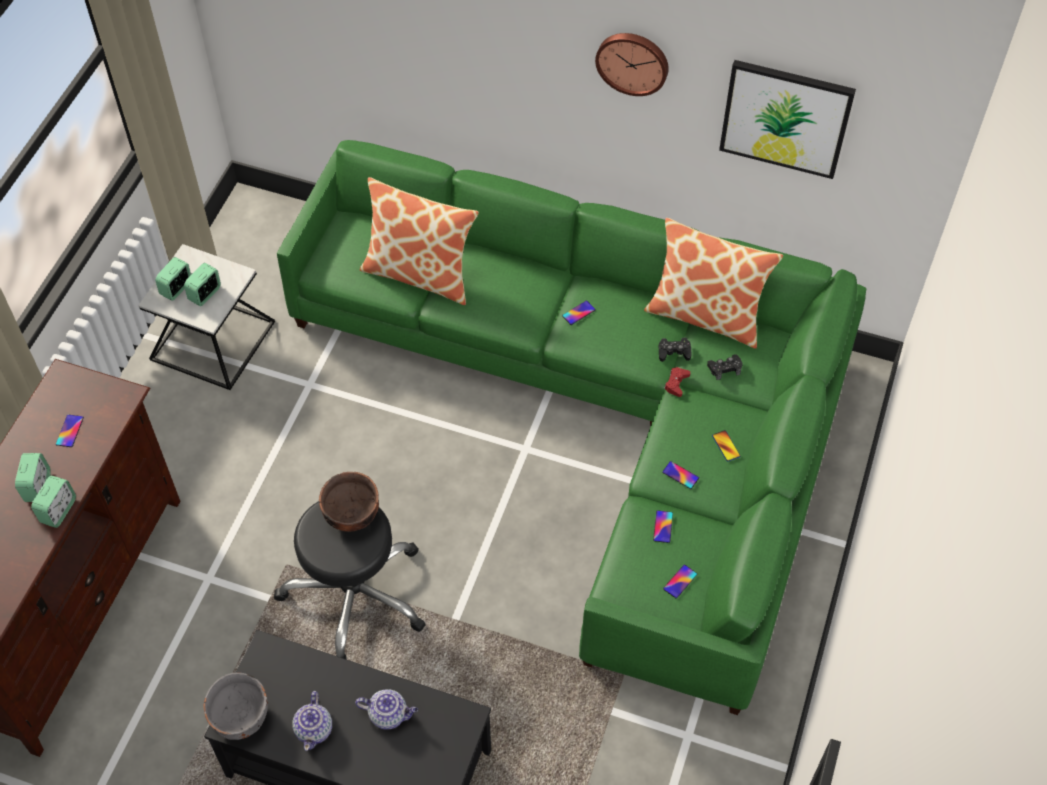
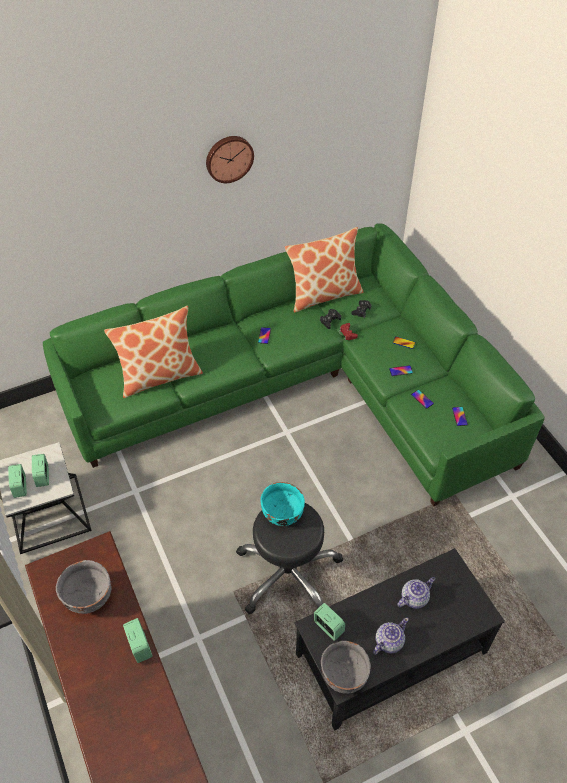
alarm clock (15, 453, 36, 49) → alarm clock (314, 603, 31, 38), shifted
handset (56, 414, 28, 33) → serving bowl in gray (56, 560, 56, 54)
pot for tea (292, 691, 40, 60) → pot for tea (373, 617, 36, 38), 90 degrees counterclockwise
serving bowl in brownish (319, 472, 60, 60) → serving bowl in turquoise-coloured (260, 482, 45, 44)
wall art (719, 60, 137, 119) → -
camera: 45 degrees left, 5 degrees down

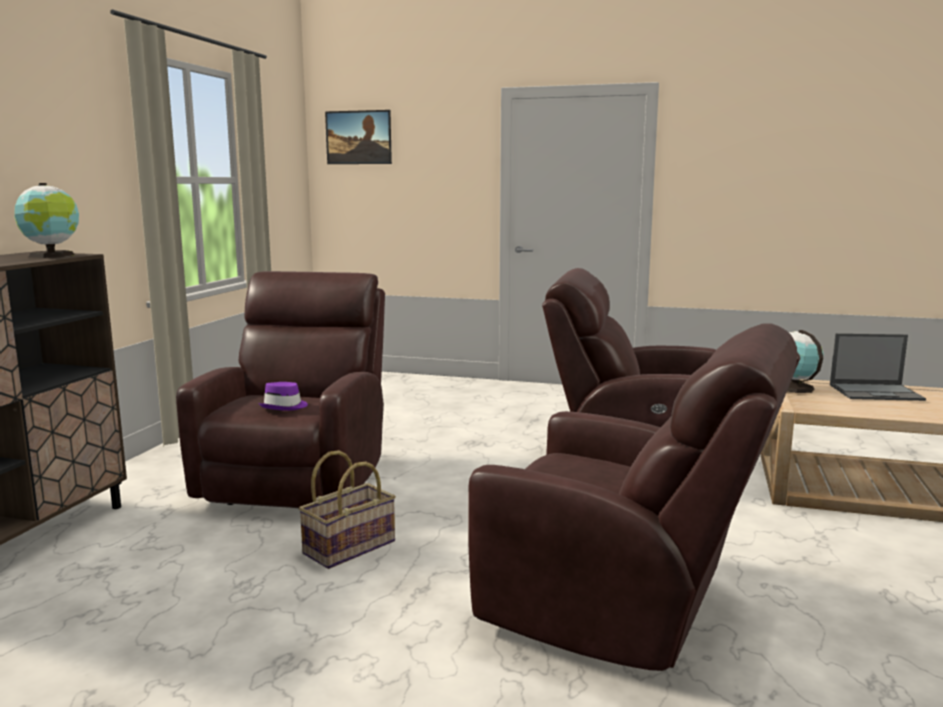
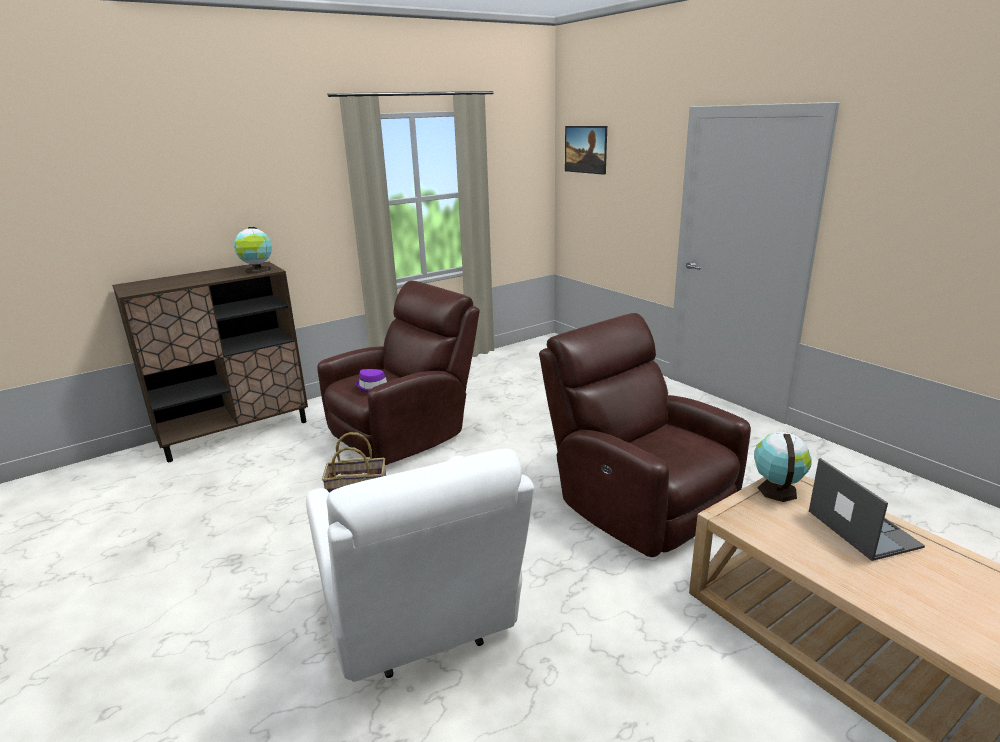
lounge chair in brownish (468, 323, 332, 348) → lounge chair in white (306, 449, 228, 233)
laptop (830, 333, 96, 68) → laptop (809, 458, 116, 103), 150 degrees counterclockwise
camera: 40 degrees right, 10 degrees up

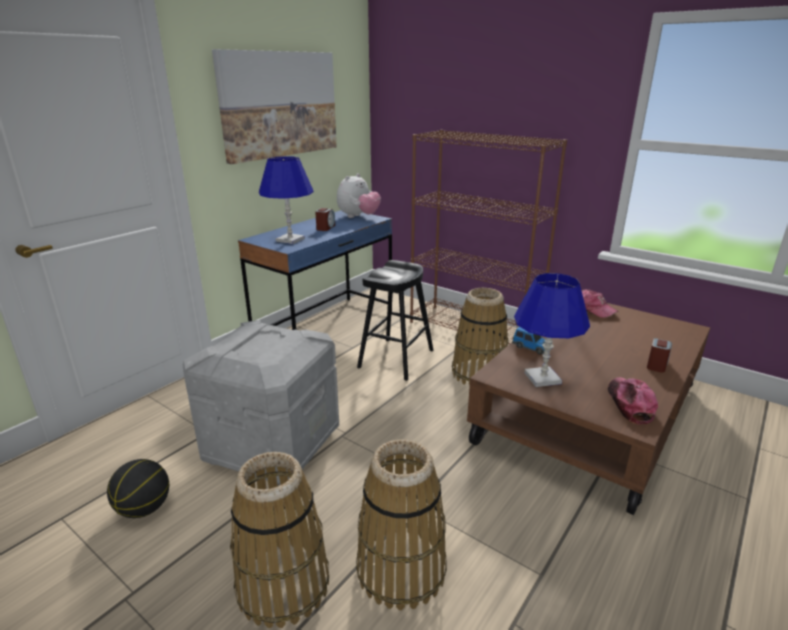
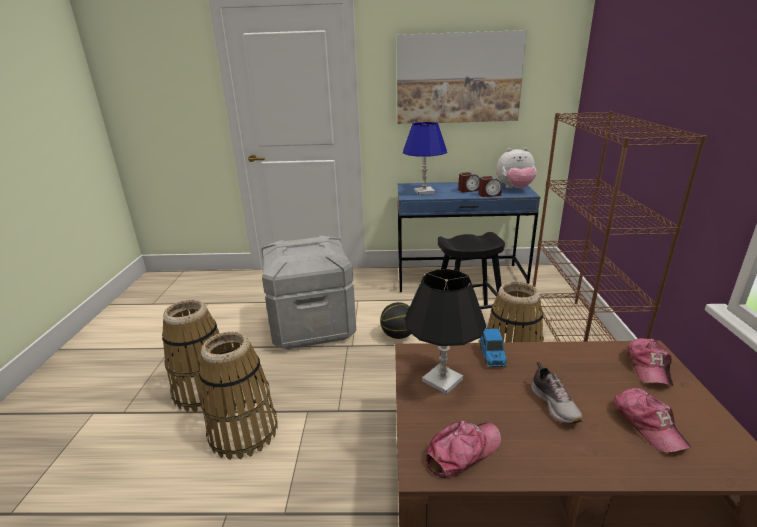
ball for basketball (107, 459, 62, 59) → ball for basketball (380, 302, 31, 37), shifted
tabletop lamp in bluish (514, 273, 76, 114) → tabletop lamp in blackish (405, 269, 81, 125)
alarm clock (647, 338, 25, 35) → alarm clock (479, 176, 23, 21), shifted
- → item of footwear (531, 362, 52, 61)
- → cap (614, 388, 77, 64)
camera: 55 degrees right, 0 degrees up

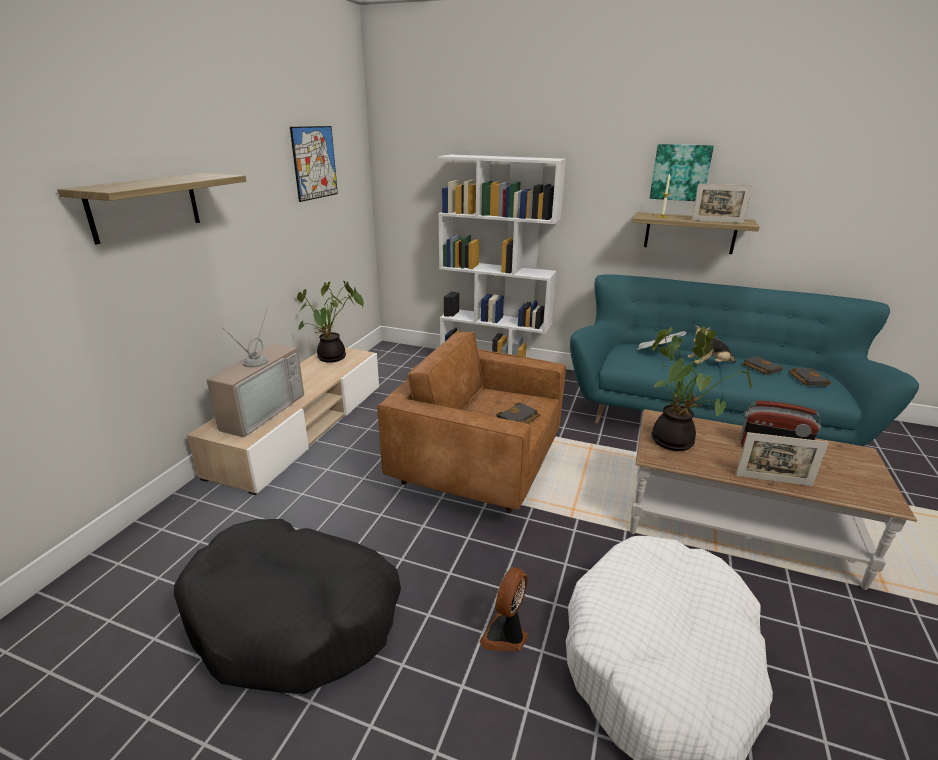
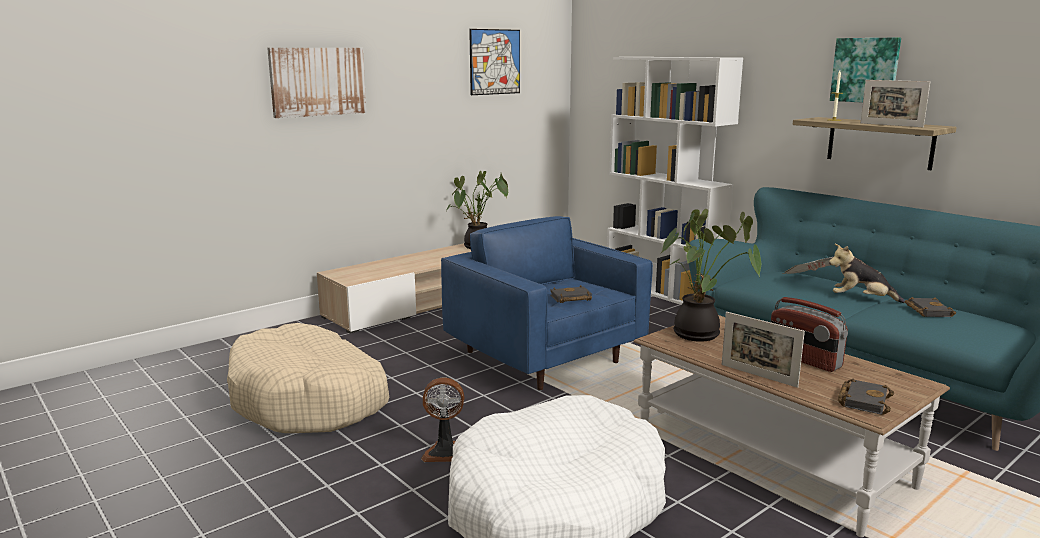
shelf (57, 173, 189, 72) → wall art (267, 48, 99, 70)
dog bed in blackish (174, 519, 227, 175) → dog bed in beige-coloured (227, 323, 162, 110)
television (207, 308, 97, 129) → -
lounge chair in brownish (377, 332, 189, 181) → lounge chair in bluish (441, 216, 212, 175)
electric fan (479, 567, 49, 84) → electric fan (421, 378, 43, 84), 150 degrees counterclockwise
volume in blackish (789, 368, 42, 18) → volume in blackish (838, 379, 56, 36), shifted
camera: 30 degrees right, 10 degrees down

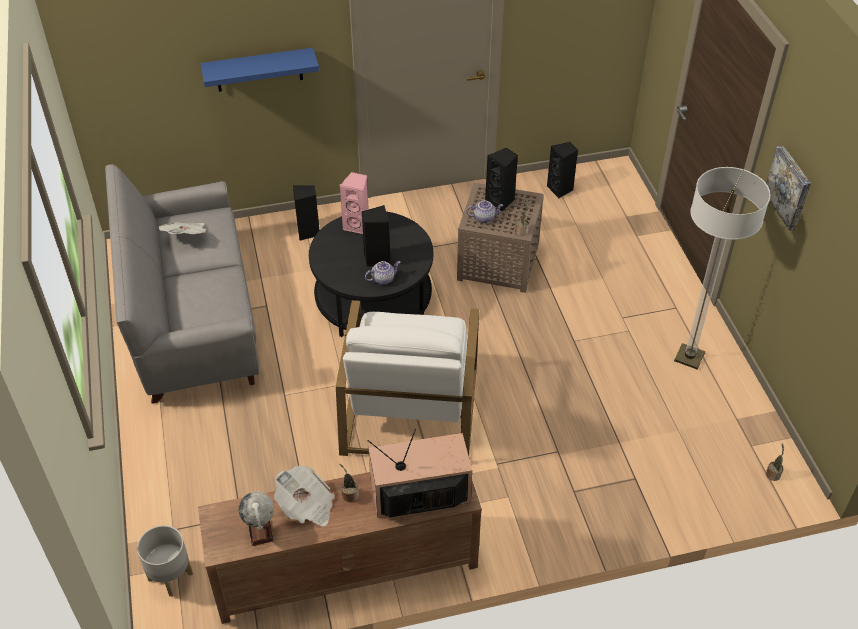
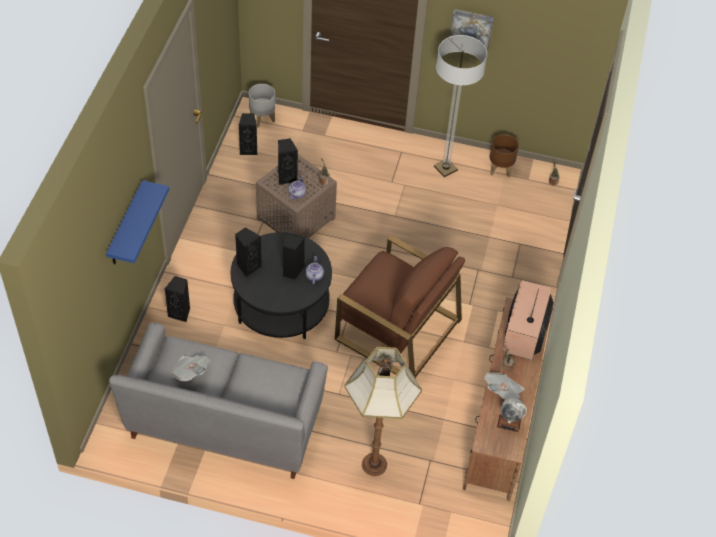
plant pot in gray (137, 525, 56, 71) → plant pot in gray (249, 84, 26, 43), shifted
lounge chair in white (336, 300, 143, 156) → lounge chair in brownish (335, 235, 130, 144)
speaker in pink-coloured (340, 172, 29, 62) → speaker in blackish (235, 227, 26, 50)
- → floor lamp (344, 347, 78, 129)
- → plant pot in brownish (490, 134, 29, 43)
camera: 65 degrees left, 5 degrees up

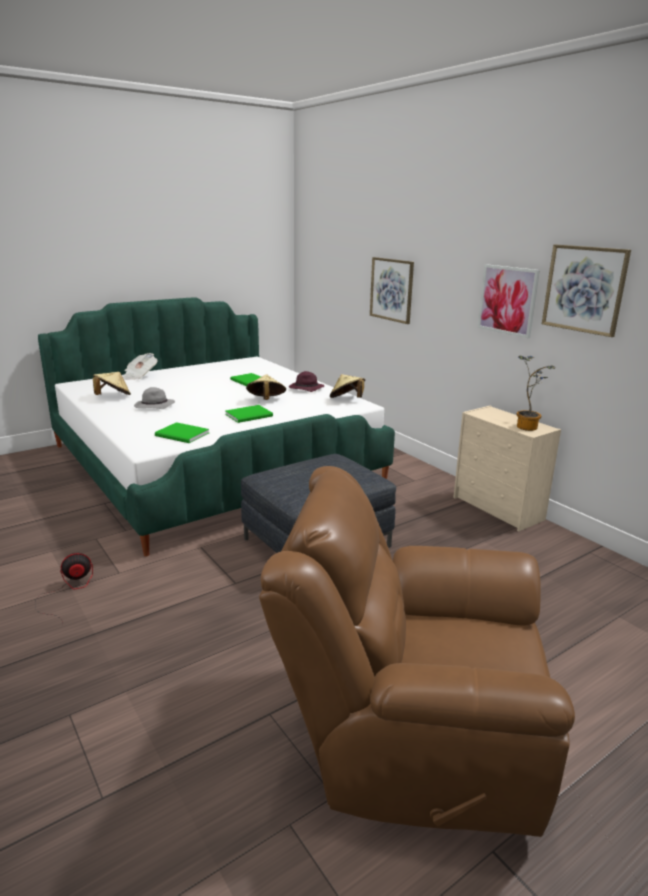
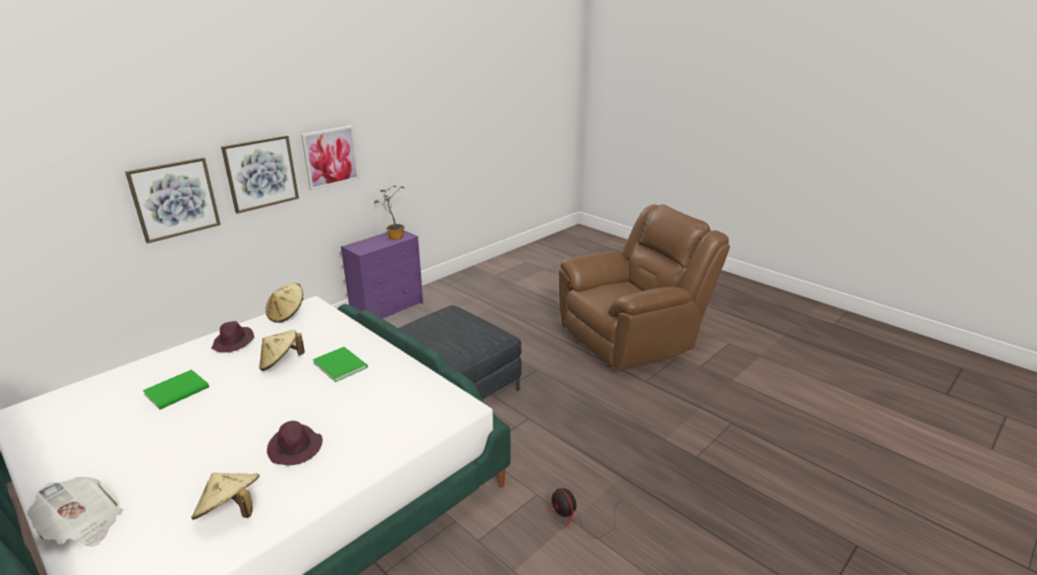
hat in gray (134, 387, 41, 22) → hat in purple-coloured (267, 421, 56, 44)
volume in green (155, 422, 54, 21) → -
lounge chair in brownish (259, 466, 316, 371) → lounge chair in brownish (559, 204, 171, 166), 120 degrees counterclockwise
drawer chest in beige-coloured (453, 406, 108, 125) → drawer chest in purple-coloured (341, 230, 82, 89)
wall art (542, 245, 89, 92) → wall art (221, 135, 78, 79), shifted
camera: 100 degrees left, 5 degrees up

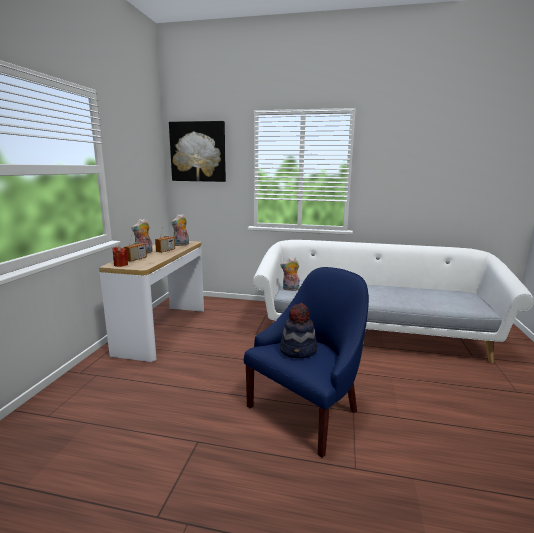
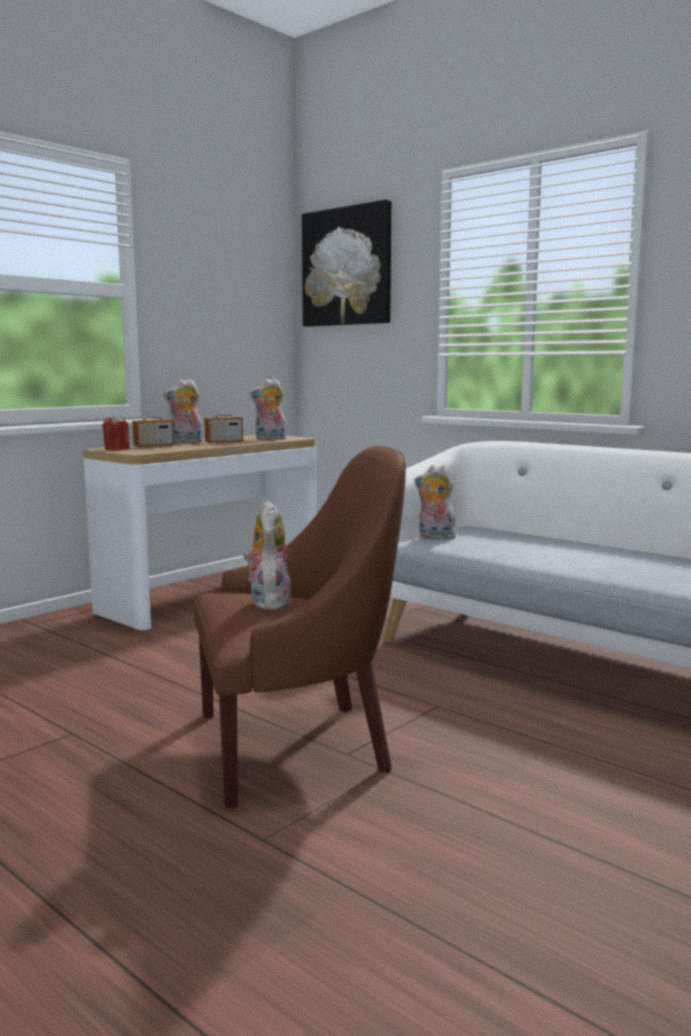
lounge chair in bluish (244, 267, 125, 191) → lounge chair in brownish (194, 446, 212, 362)
hat (280, 303, 38, 55) → soft toy (244, 501, 48, 109)
camera: 30 degrees right, 5 degrees down

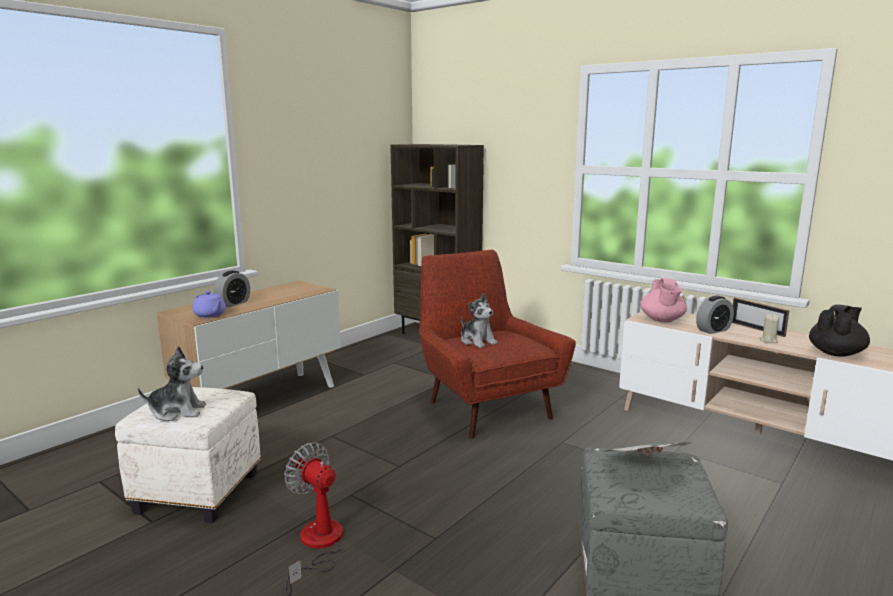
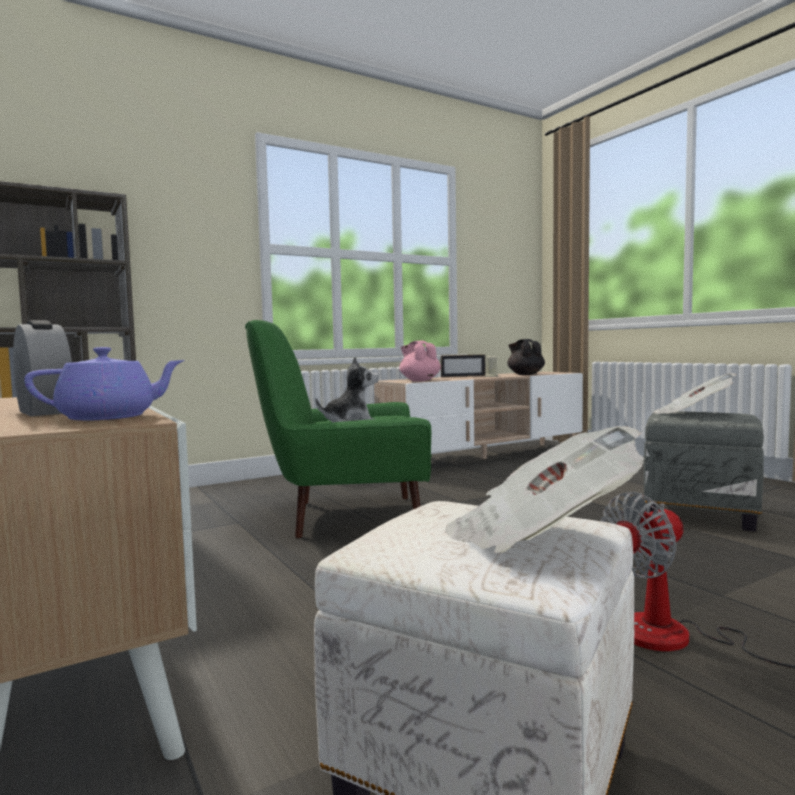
soft toy (138, 346, 68, 75) → daily paper (445, 426, 199, 127)
lounge chair in red (419, 250, 157, 188) → lounge chair in green (245, 320, 187, 218)
pot for tea in pink-coloured (640, 278, 47, 45) → pot for tea in pink-coloured (399, 341, 42, 40), 150 degrees counterclockwise
alarm clock (696, 296, 38, 38) → -
camera: 70 degrees left, 10 degrees down

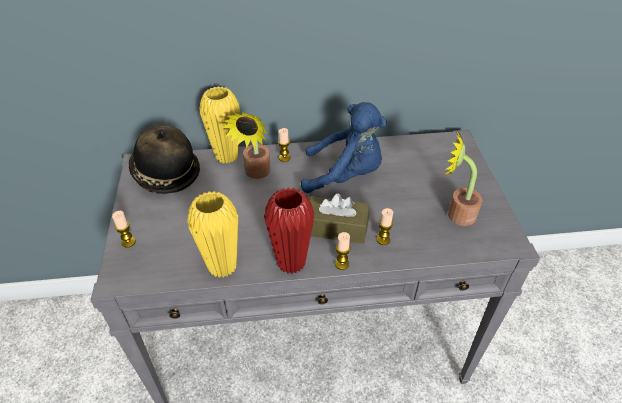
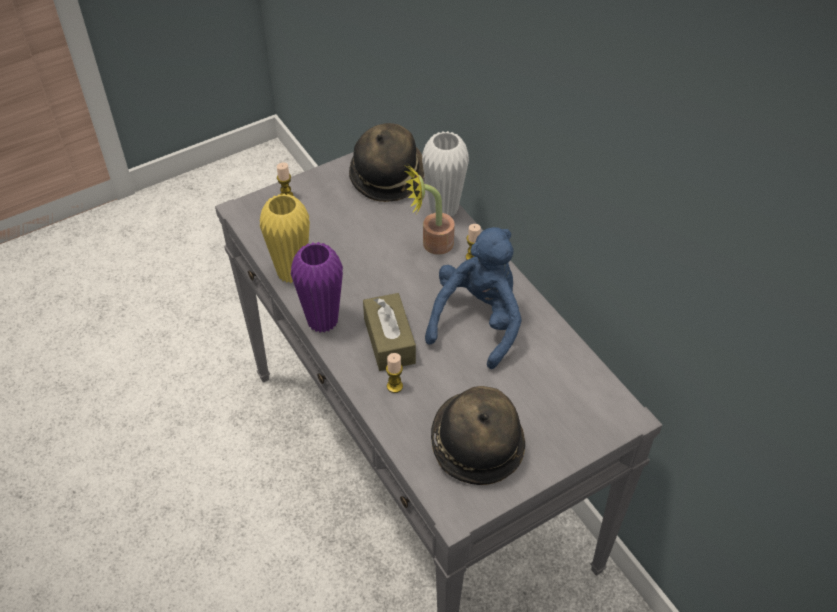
flower vase in yellow-coloured (199, 86, 41, 78) → flower vase in white (422, 131, 47, 85)
flower vase in red (264, 188, 50, 86) → flower vase in purple-coloured (291, 242, 52, 91)
soft toy in bluish (301, 102, 86, 91) → soft toy in bluish (425, 227, 97, 142), 135 degrees counterclockwise
wax light (335, 232, 16, 38) → -
houseplant (445, 131, 37, 95) → hat (431, 386, 94, 99)
camera: 65 degrees right, 5 degrees up

